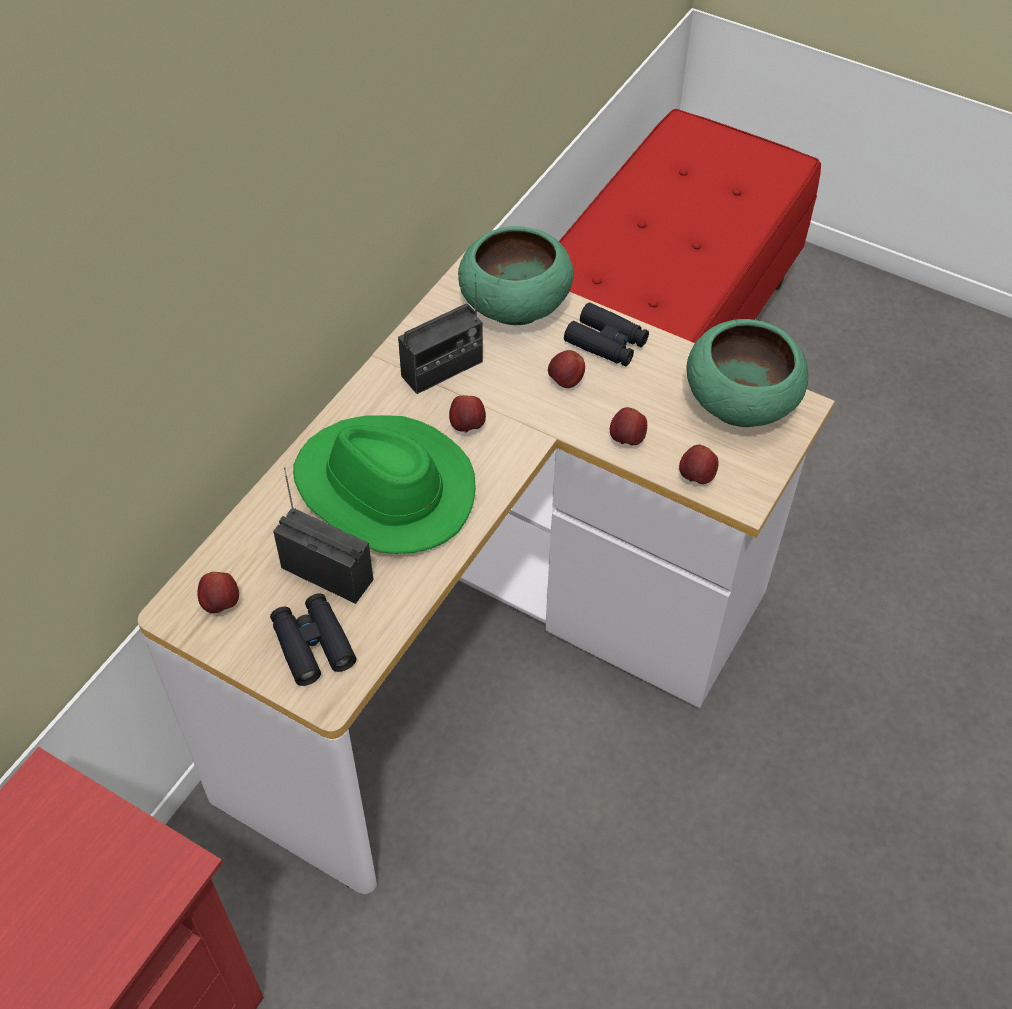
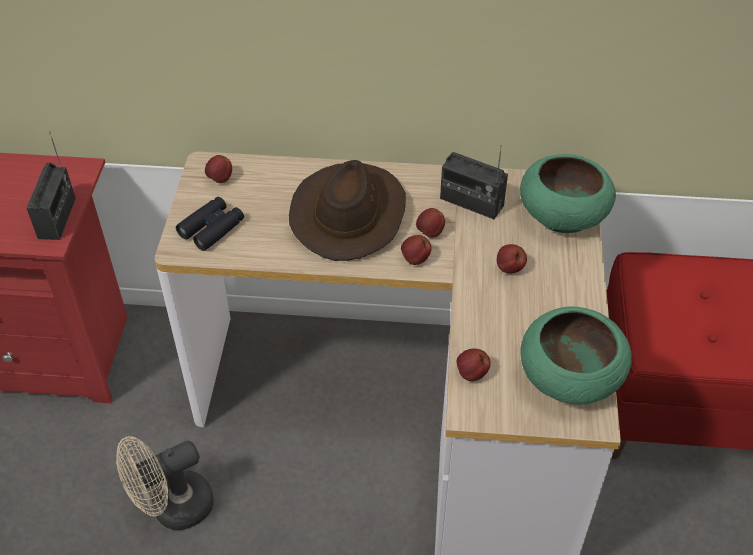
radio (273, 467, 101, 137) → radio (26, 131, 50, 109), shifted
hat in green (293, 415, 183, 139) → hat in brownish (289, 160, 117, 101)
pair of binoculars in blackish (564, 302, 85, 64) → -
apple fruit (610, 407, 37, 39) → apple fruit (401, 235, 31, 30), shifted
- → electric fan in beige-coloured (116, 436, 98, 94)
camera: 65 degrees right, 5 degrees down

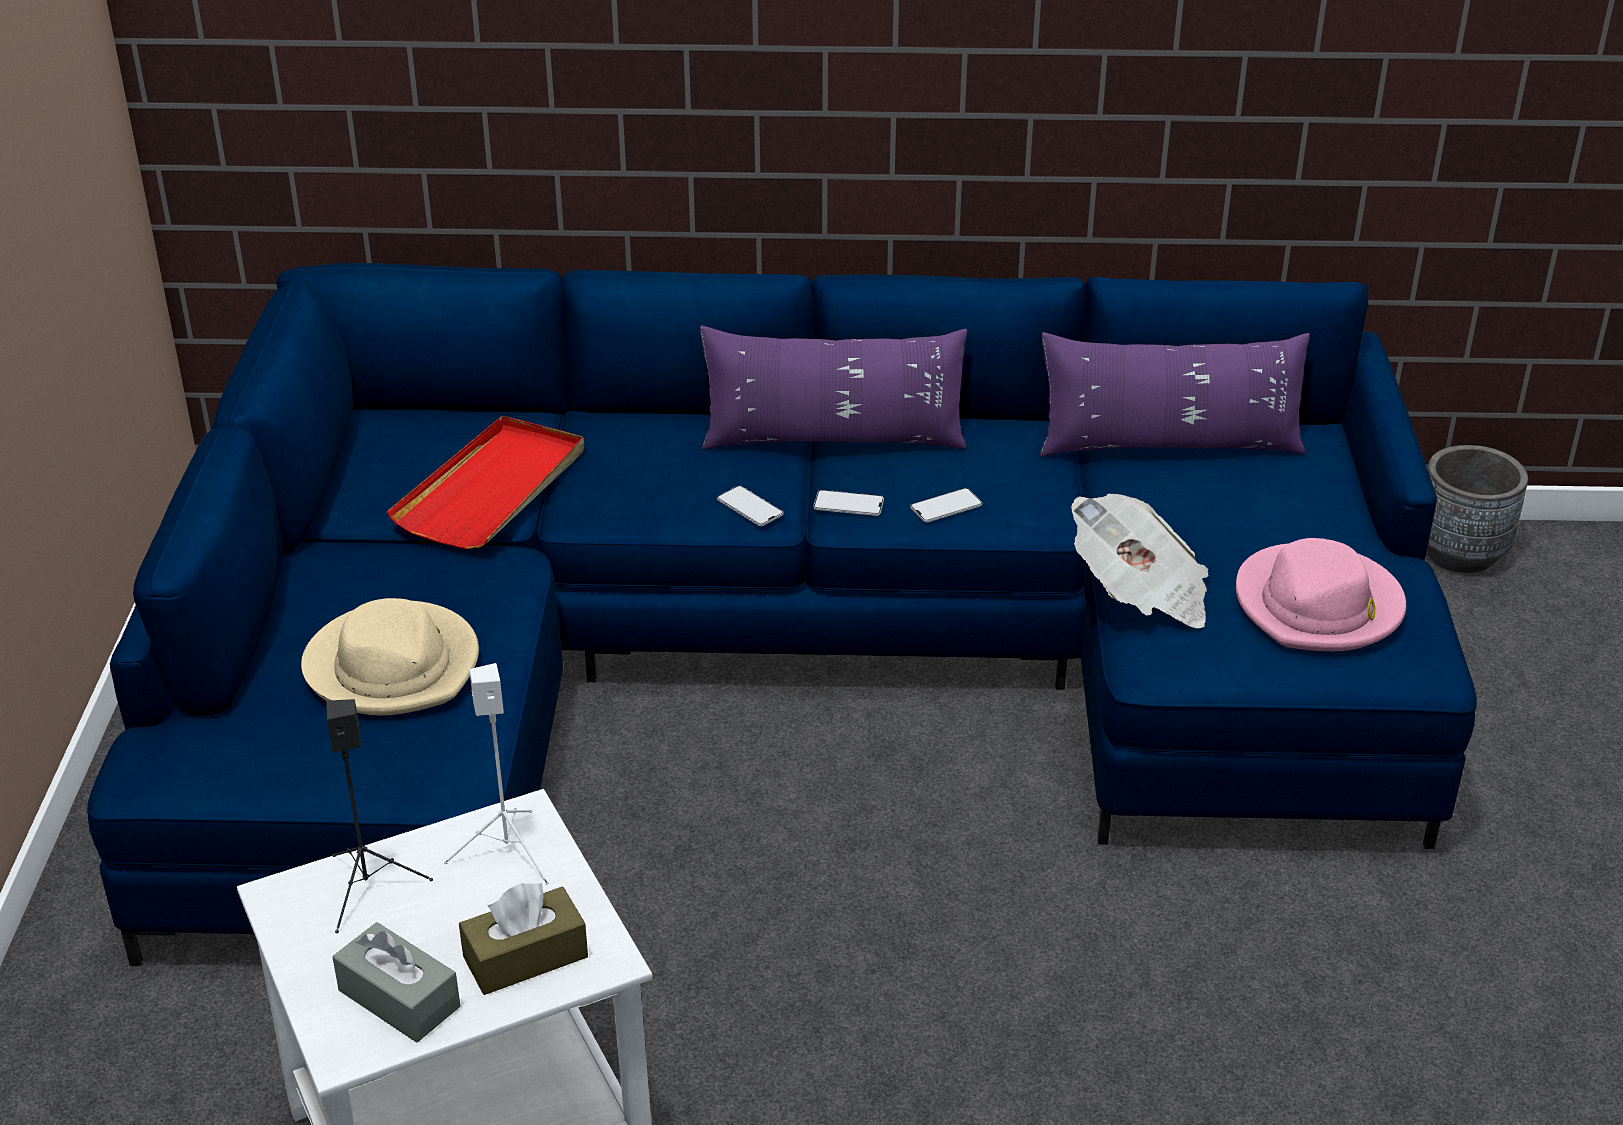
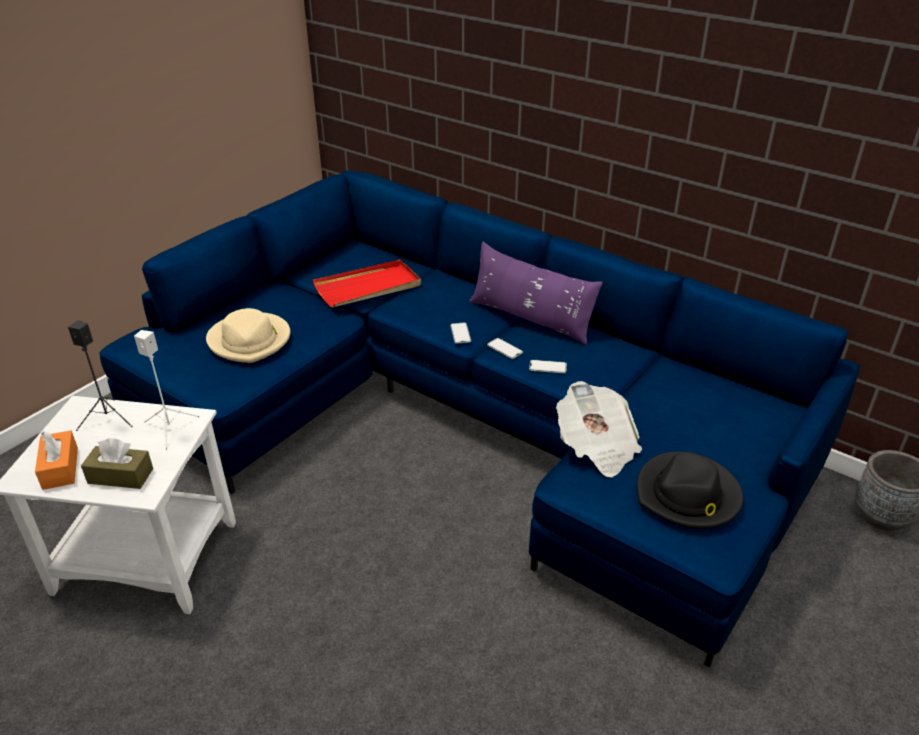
tissue holder in gray (332, 922, 128, 120) → tissue holder in orange (35, 430, 43, 60)
cushion in purple-coloured (1039, 332, 271, 125) → -
hat in pink-coloured (1236, 538, 170, 114) → hat in blackish (637, 451, 107, 78)
camera: 35 degrees right, 0 degrees up

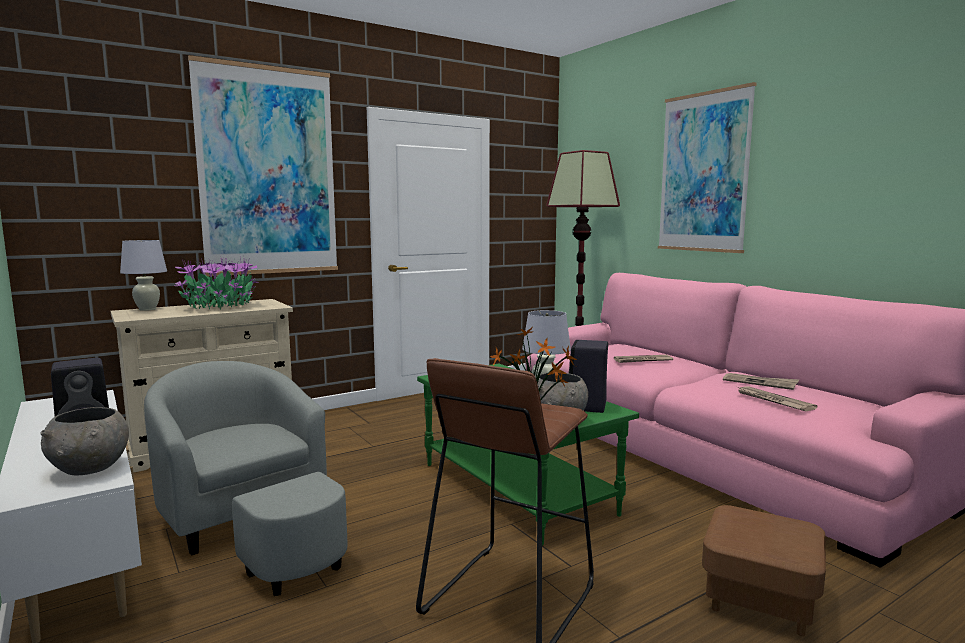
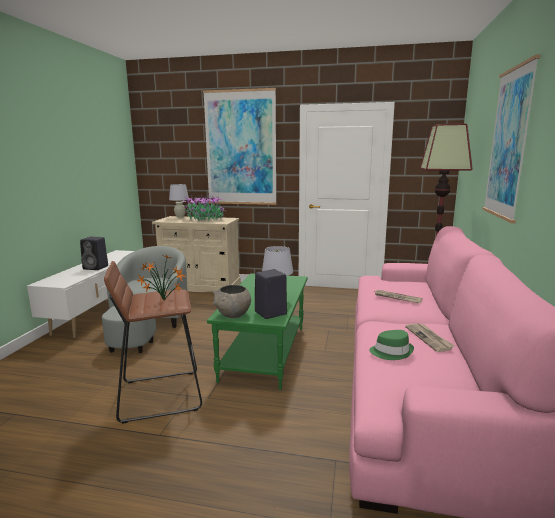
serving bowl in gray (40, 407, 89, 68) → -
pouffe in brownish (702, 505, 124, 131) → -
daily paper (737, 386, 80, 25) → hat in green (369, 330, 45, 30)
camera: 45 degrees right, 5 degrees up

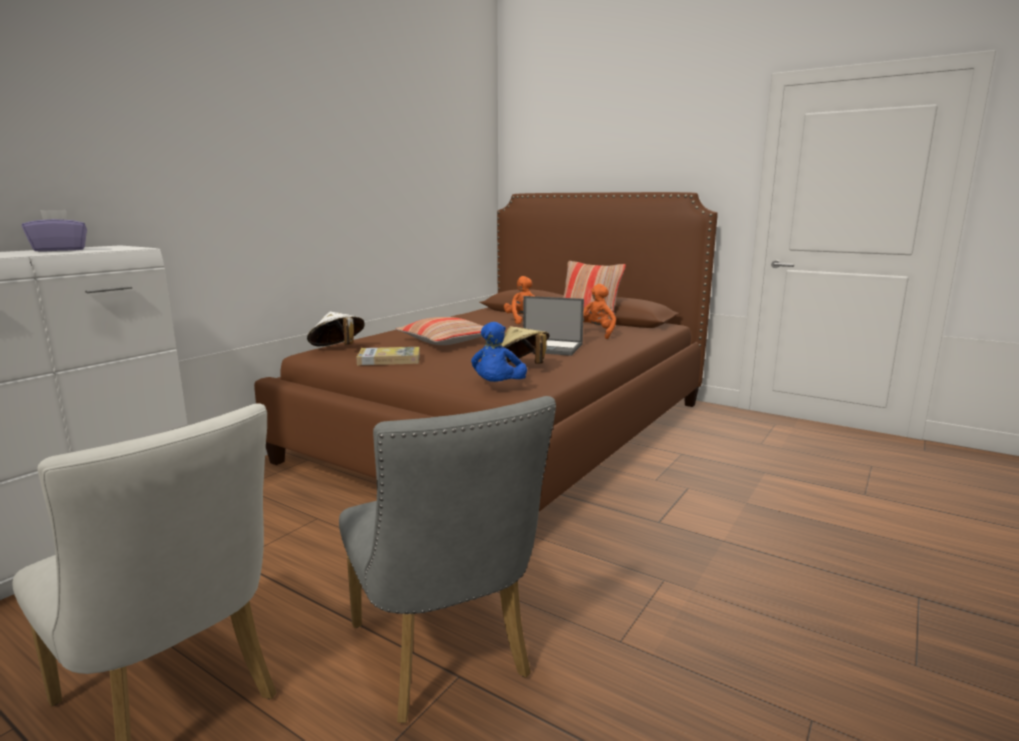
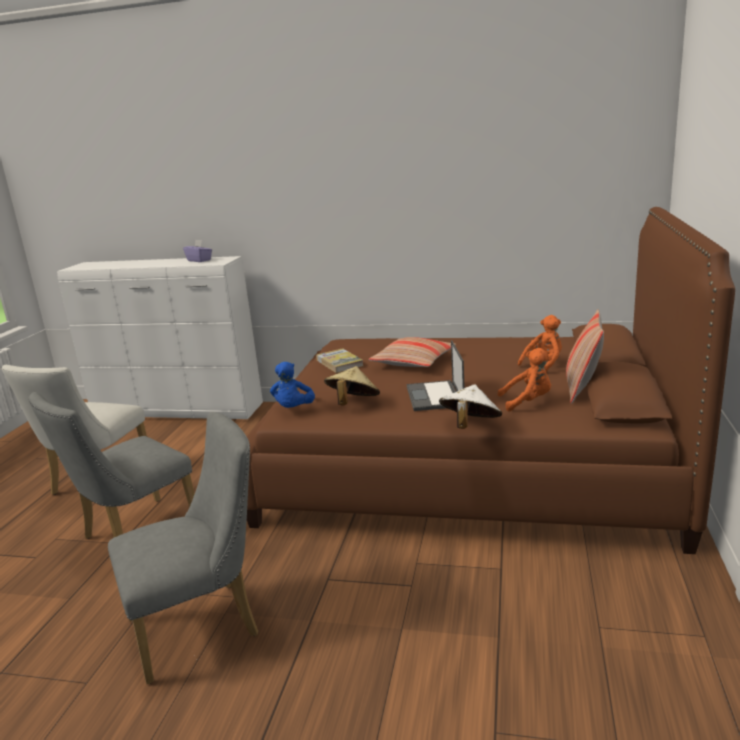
hat in white (307, 312, 58, 34) → hat in white (439, 384, 63, 45), shifted
soft toy in bluish (471, 322, 56, 60) → soft toy in bluish (270, 362, 45, 46), 75 degrees counterclockwise
- → upright chair in gray (108, 412, 150, 272)
camera: 70 degrees right, 5 degrees up

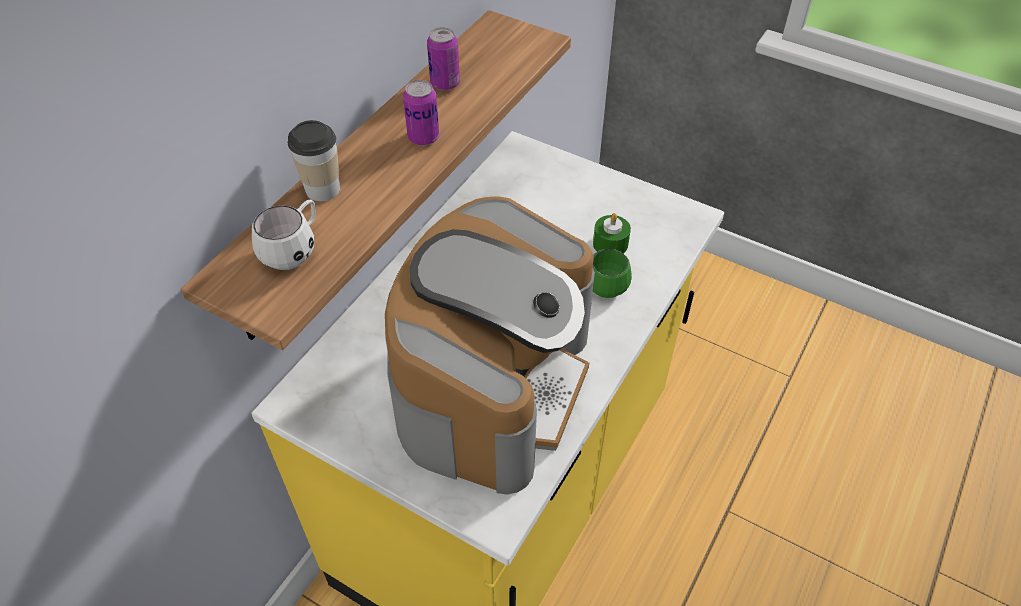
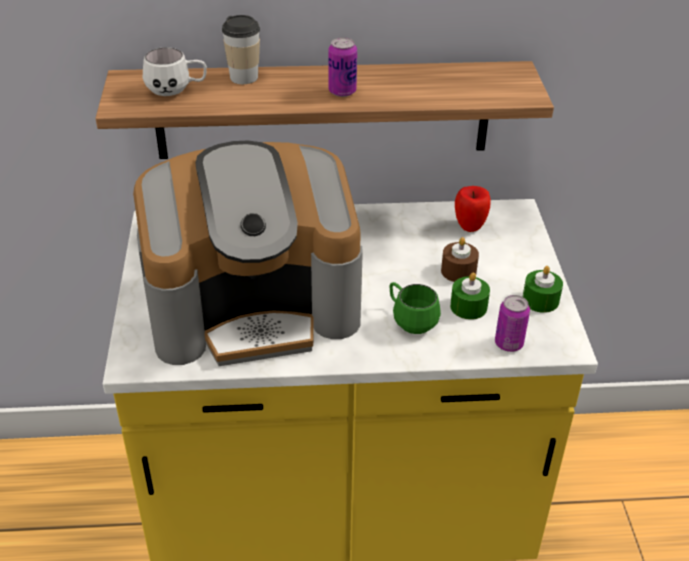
can (427, 27, 33, 64) → can (495, 295, 35, 57), shifted
- → wax light in brownish (441, 237, 38, 45)
- → apple fruit (455, 186, 36, 46)
- → wax light in green (523, 266, 40, 47)
camera: 55 degrees right, 10 degrees down

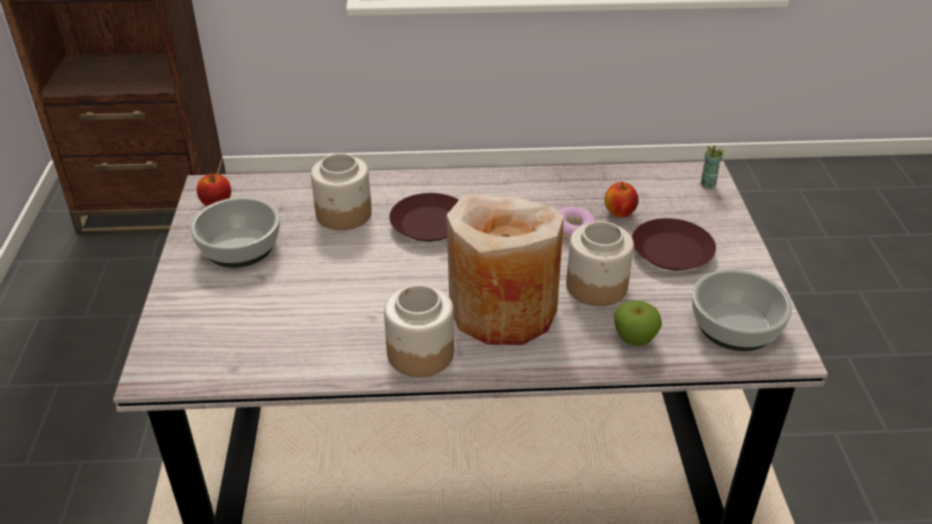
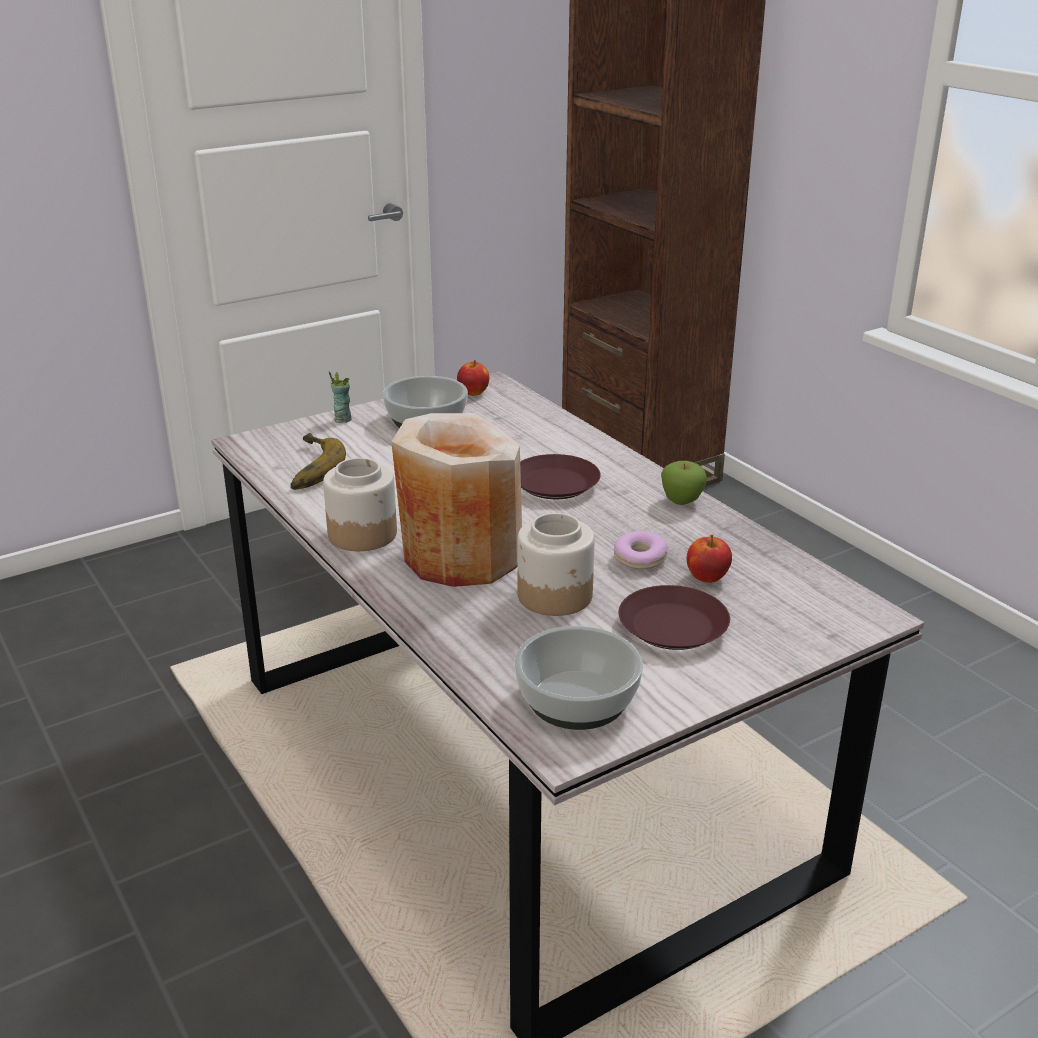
preserve jar (311, 153, 61, 77) → -
apple fruit (614, 300, 48, 46) → apple fruit (661, 461, 46, 44), shifted
drinking cup (701, 146, 24, 43) → drinking cup (329, 371, 22, 52), shifted
- → banana (291, 433, 55, 57)
camera: 60 degrees right, 10 degrees down

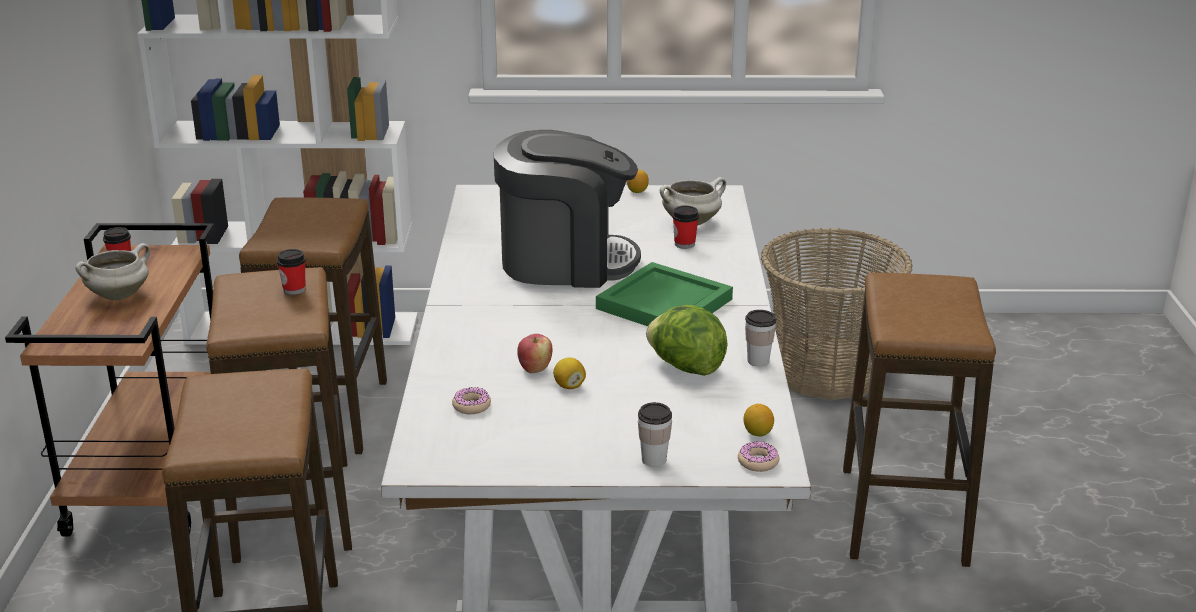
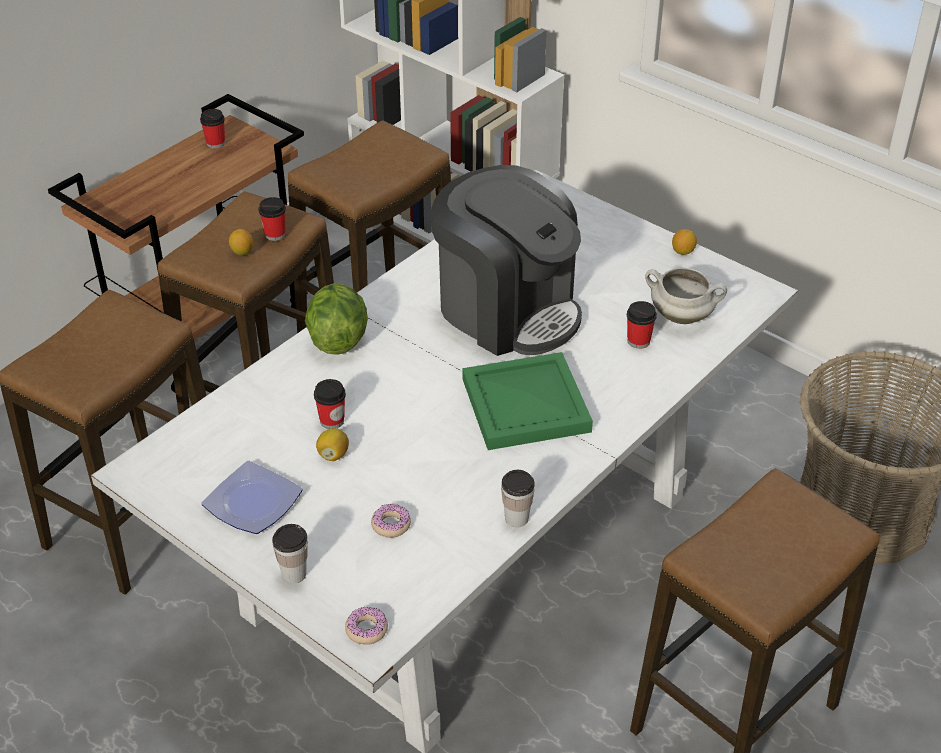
cooking pot in white (75, 243, 75, 57) → -
ring doughnut (452, 387, 39, 27) → ring doughnut (371, 504, 40, 34), shifted
apple fruit (517, 334, 35, 39) → drinking cup (314, 379, 32, 50)
lettuce (646, 305, 82, 71) → lettuce (305, 284, 63, 71), shifted
whole lemon (743, 404, 31, 33) → whole lemon (229, 229, 24, 26), shifted
- → dinner plate (202, 461, 101, 73)
camera: 40 degrees right, 15 degrees up

